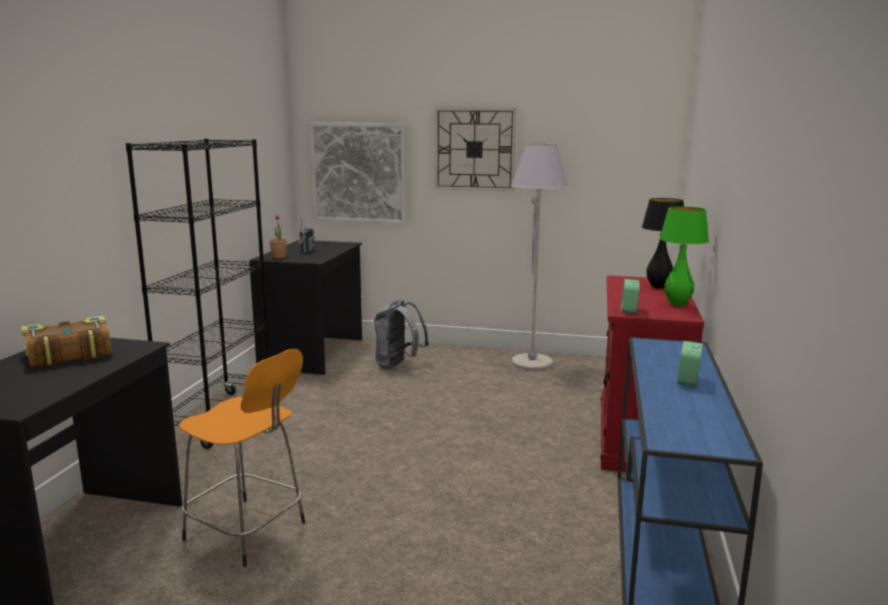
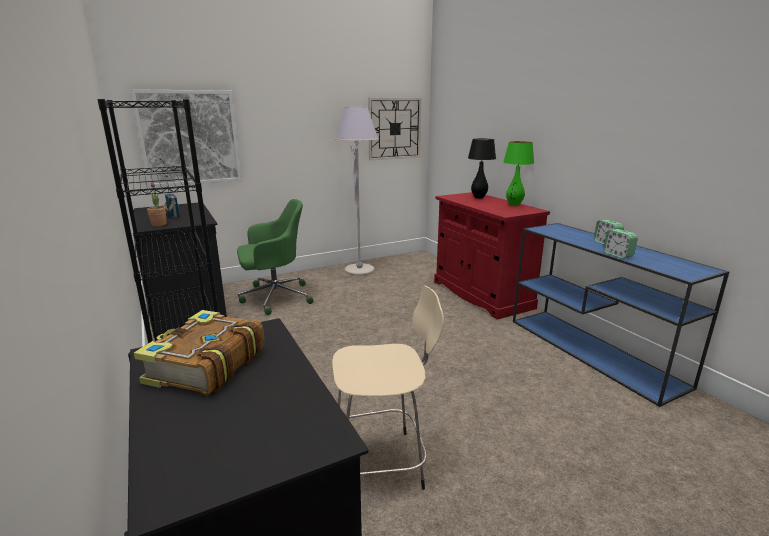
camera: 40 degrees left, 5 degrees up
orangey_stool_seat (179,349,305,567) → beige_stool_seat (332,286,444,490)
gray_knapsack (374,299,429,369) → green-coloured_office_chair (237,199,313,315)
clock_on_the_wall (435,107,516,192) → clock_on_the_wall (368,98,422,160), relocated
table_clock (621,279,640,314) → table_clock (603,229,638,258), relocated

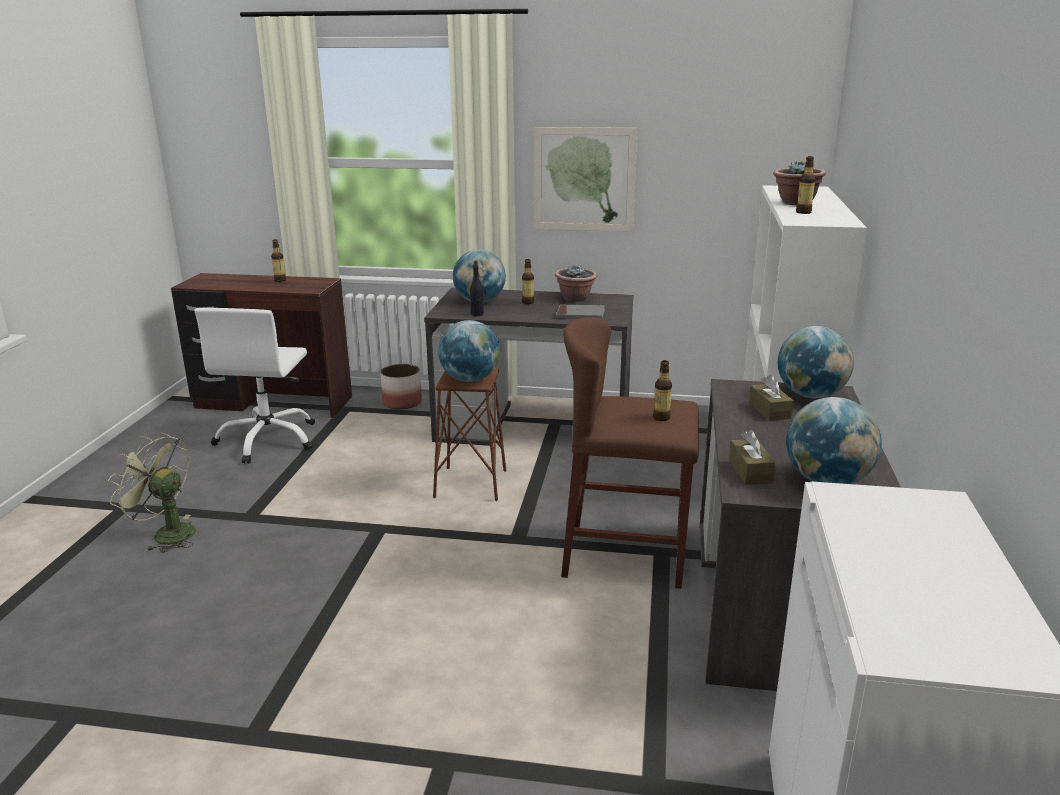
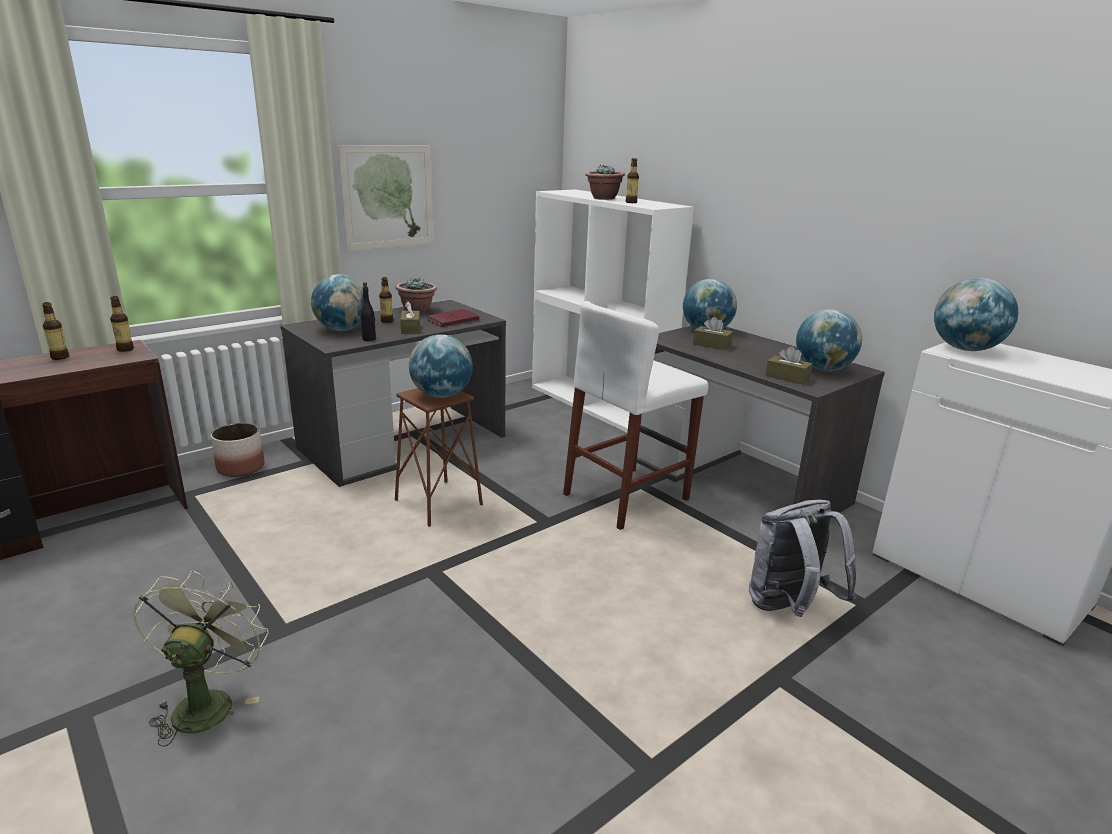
camera: 50 degrees left, 0 degrees up
green-coloured_electric_fan (108,433,196,553) → green-coloured_electric_fan (133,571,269,747), 120 degrees clockwise
white-coloured_office_chair (195,308,315,464) → -
gray_volume (556,304,605,319) → red_volume (427,309,479,327)
brown-coloured_stool_seat (561,317,699,589) → white-coloured_stool_seat (563,301,708,530)
beverage_bottle (653,360,672,421) → beverage_bottle (110,296,134,352), relocated
- → brown-coloured_tissue_box (400,301,420,334)
- → gray_knapsack (749,499,856,617)
- → world_globe (934,278,1018,351)

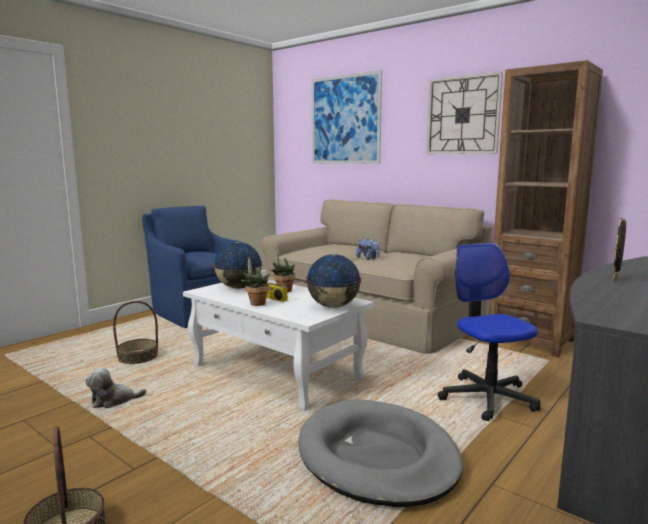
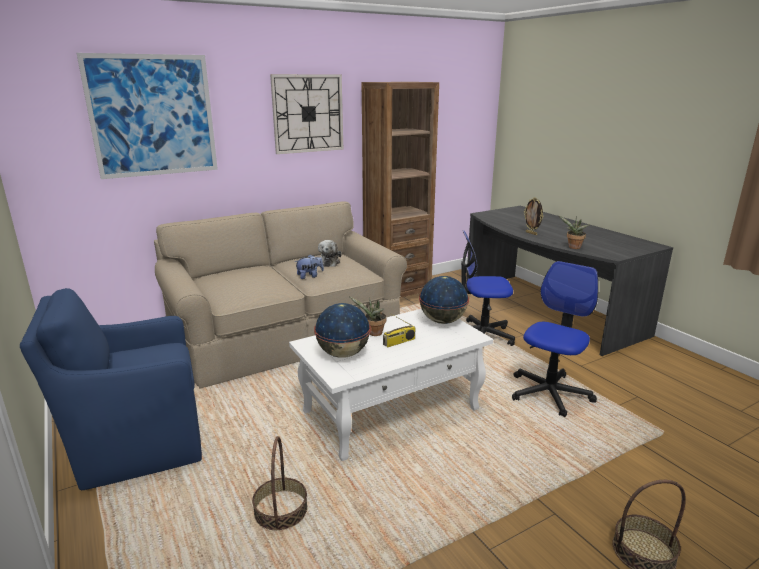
camera: 70 degrees left, 10 degrees up
plush_toy (86,368,146,408) → plush_toy (318,240,342,267), relocated
potted_plant (240,258,269,306) → potted_plant (559,216,590,249), relocated
gray_dog_bed (298,399,463,507) → office_chair (512,261,598,417)

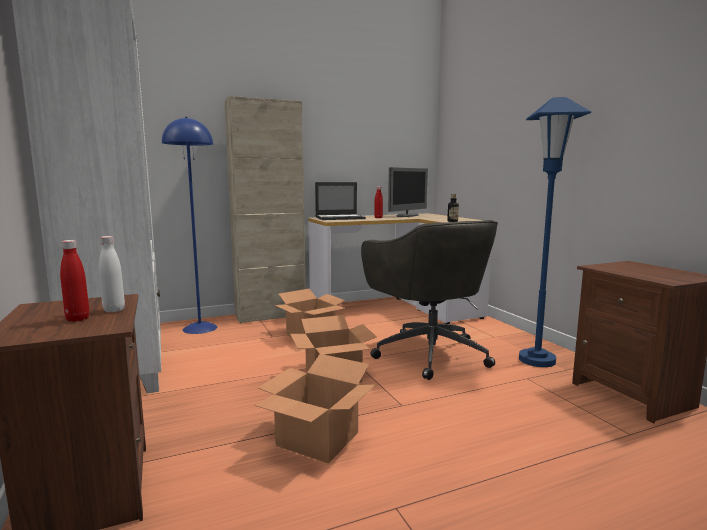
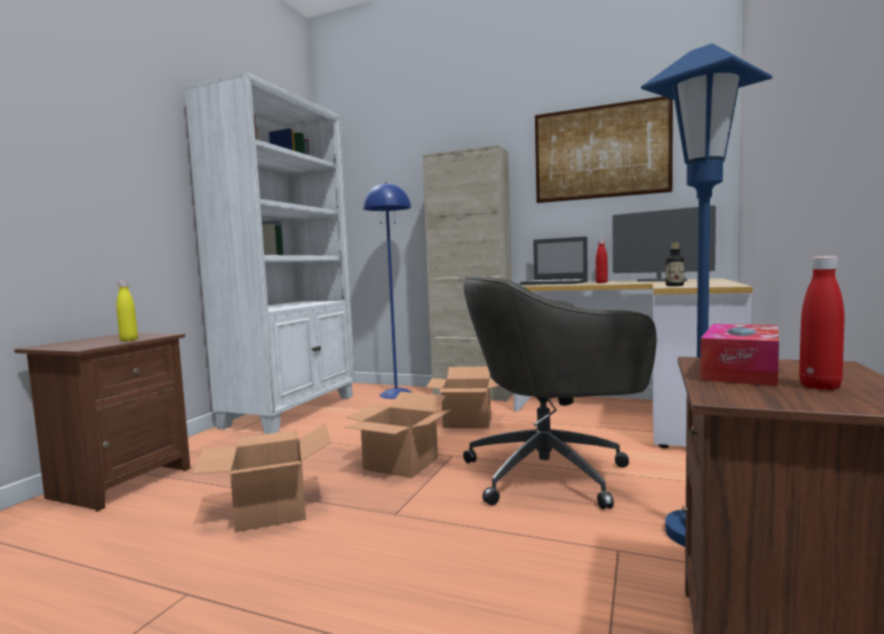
camera: 45 degrees right, 5 degrees down
red_beverage_bottle (60,240,90,322) → red_beverage_bottle (799,256,844,390), relocated
white-coloured_beverage_bottle (99,236,125,313) → yellow_beverage_bottle (116,281,138,341)
gray_office_chair (361,220,498,380) → gray_office_chair (463,277,657,509), 60 degrees clockwise
computer_display (388,167,428,217) → computer_display (613,205,716,282), 135 degrees counterclockwise
- → wall_art (535,96,673,203)
- → tissue_box (700,324,779,386)

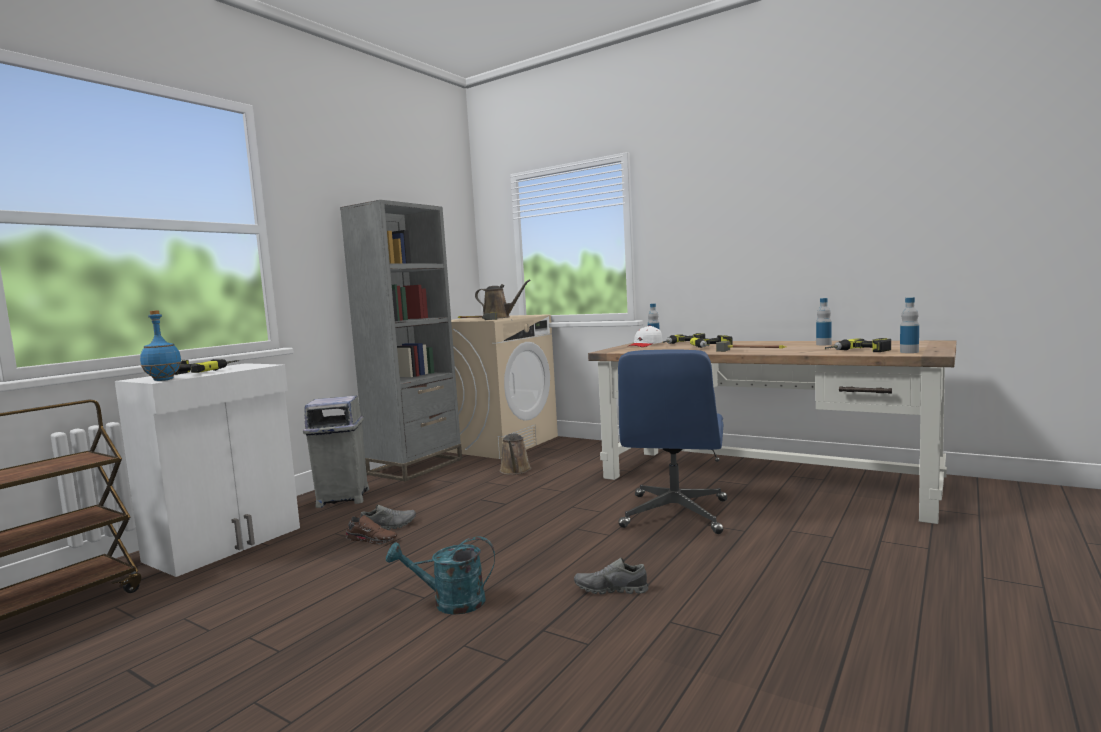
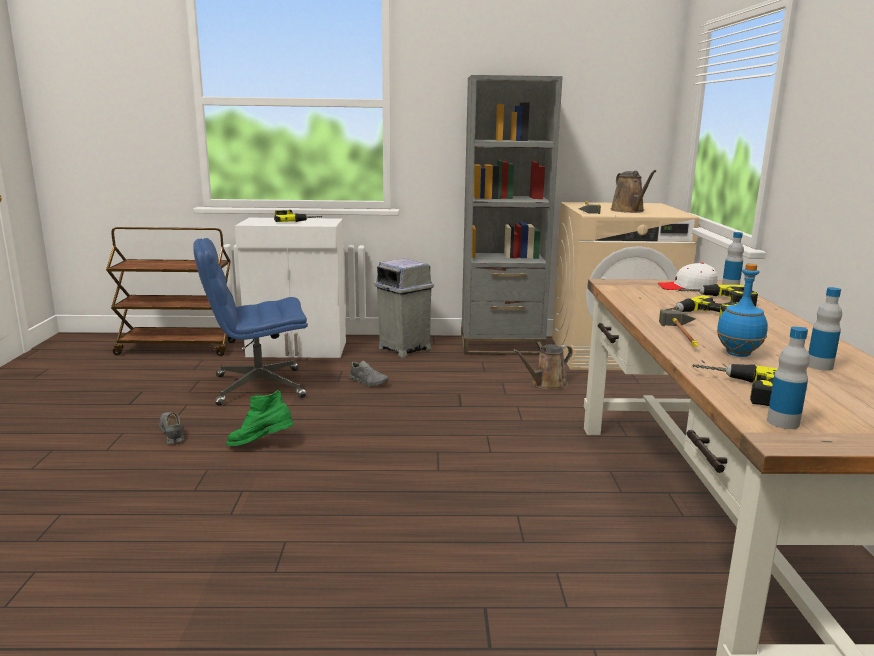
camera: 55 degrees right, 10 degrees up
blue_beverage_bottle (140,310,182,381) → blue_beverage_bottle (717,264,768,357), relocated
brown-coloured_low_shoe (345,515,397,544) → -
turquoise-coloured_watering_pot (386,536,495,615) → green-coloured_high-top_boot (227,390,294,446)
gray_low_shoe (574,558,649,594) → gray_low_shoe (159,412,184,444), relocated
blue_office_chair (618,349,727,534) → blue_office_chair (193,238,308,406), relocated

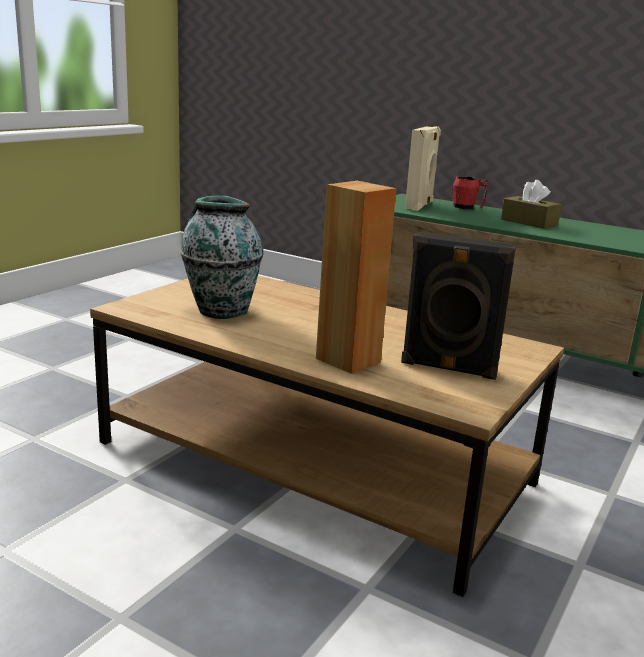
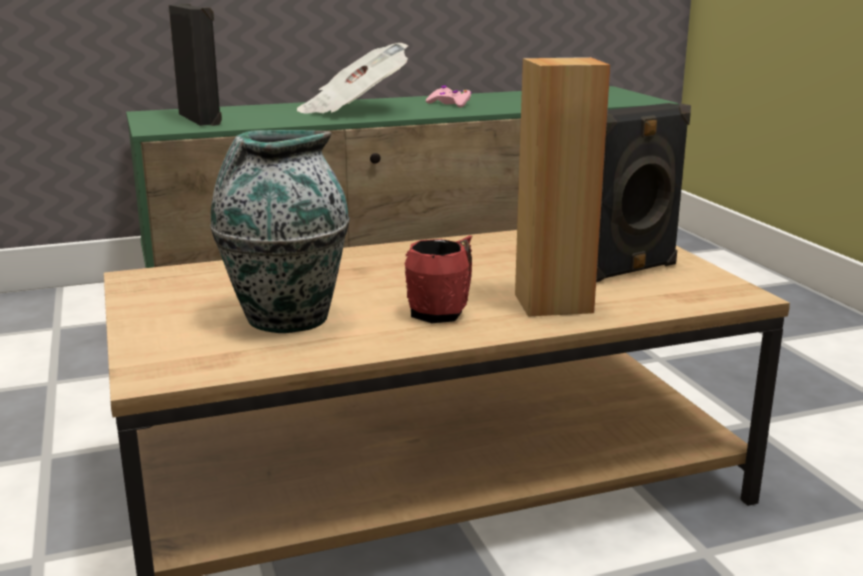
camera: 50 degrees left, 0 degrees up
beige_speaker (405,126,441,211) → blackish_speaker (169,4,222,126)
red_tea_mug (452,176,488,209) → red_tea_mug (404,236,472,323), relocated
brown-coloured_tissue_box (501,180,561,229) → newspaper (297,43,408,113)
- → pink-coloured_game_controller (426,86,472,108)

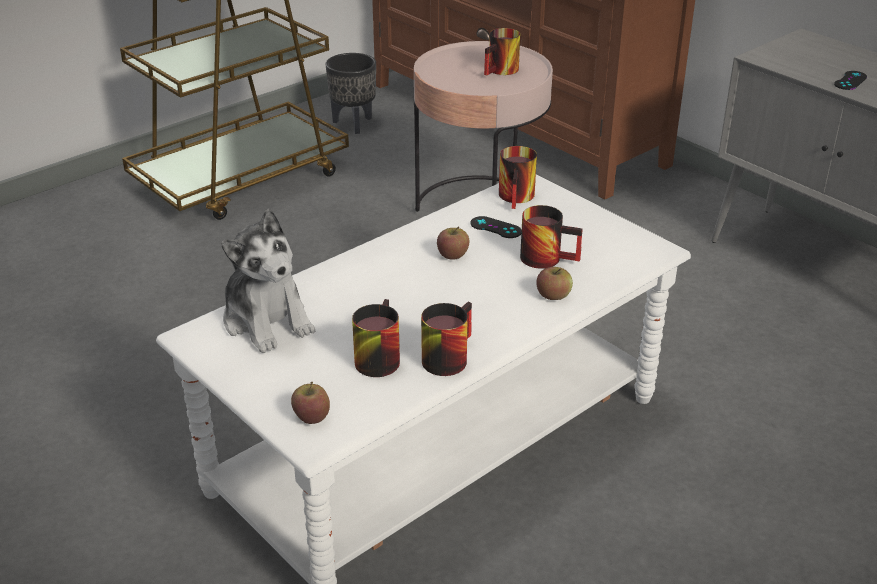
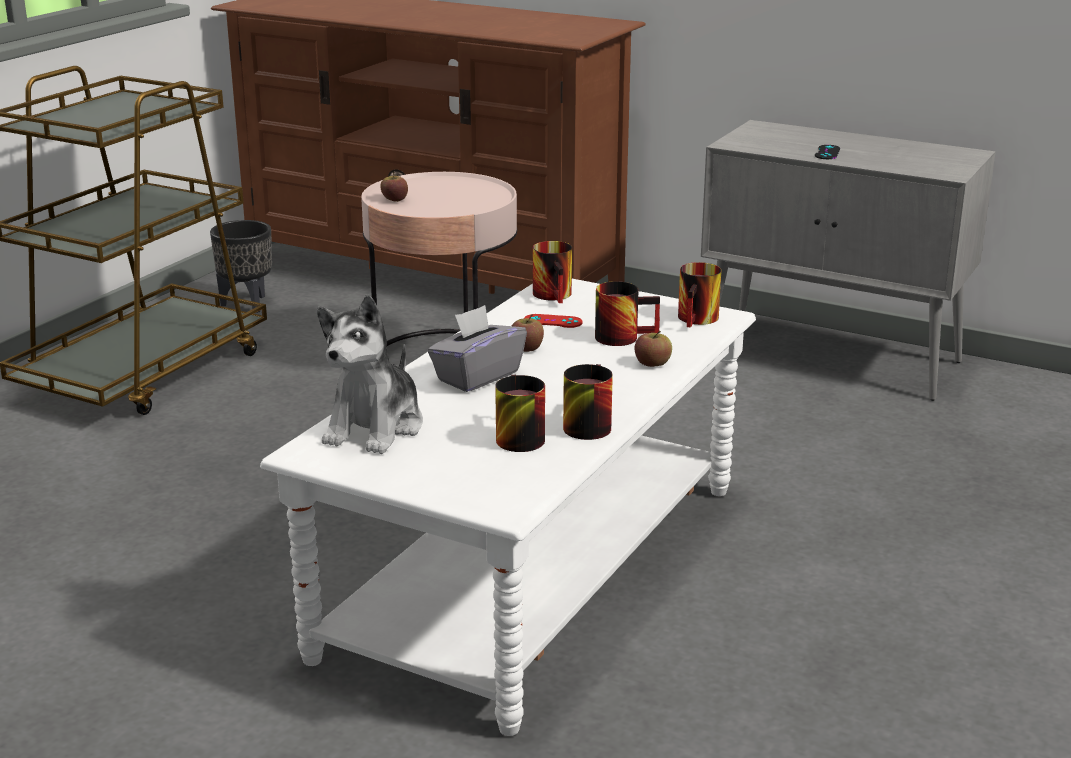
camera: 20 degrees left, 10 degrees down
plush_toy (221,209,315,353) → plush_toy (317,294,423,454), 75 degrees clockwise
whole_apple (291,382,330,424) → whole_apple (380,172,408,202), relocated
blackish_game_controller (471,216,522,238) → red_game_controller (524,314,583,328)
tea_mug (484,28,520,76) → tea_mug (678,262,721,328), relocated
- → gray_tissue_box (427,305,527,392)

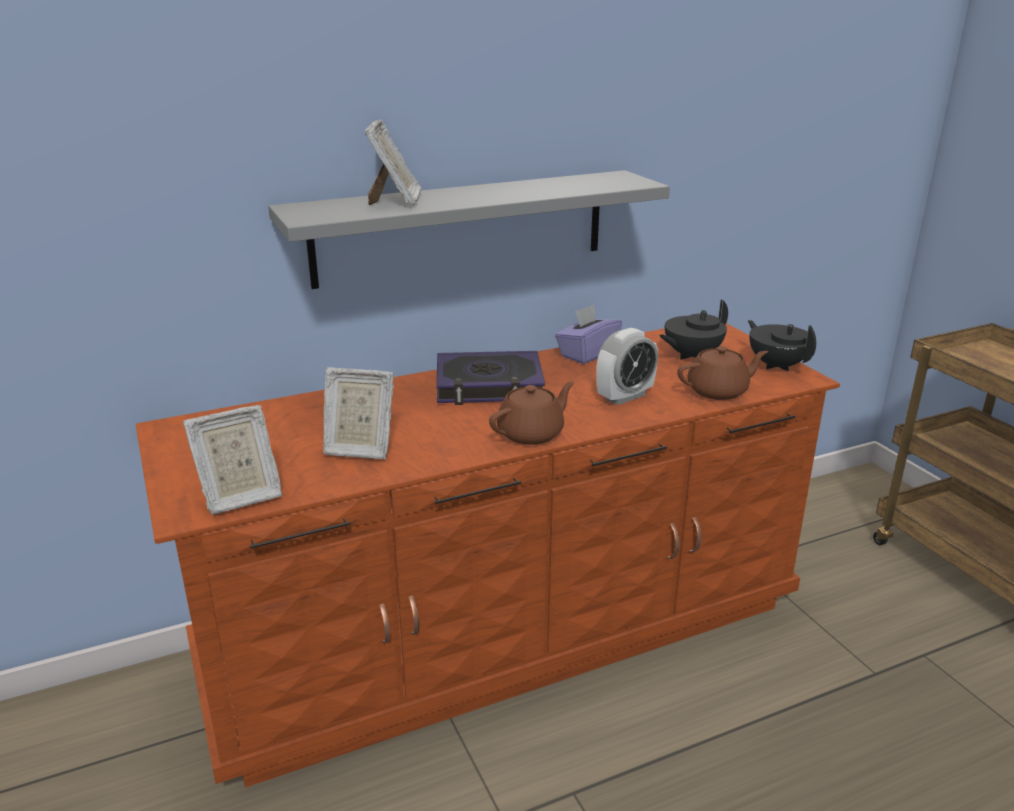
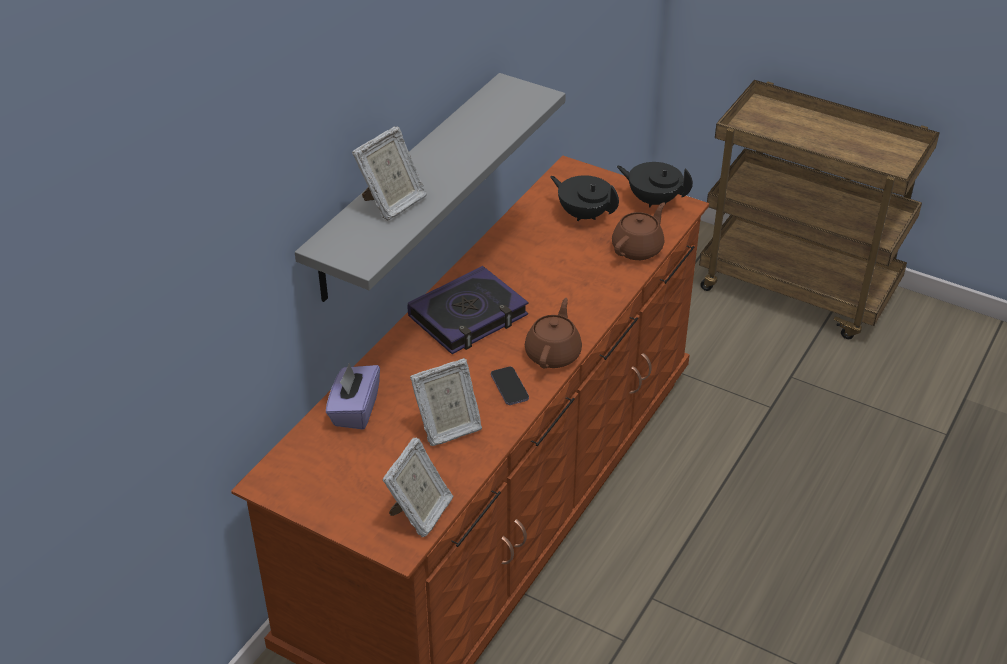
camera: 35 degrees left, 15 degrees up
standing_frame (365,119,422,207) → standing_frame (352,126,427,221), 75 degrees clockwise
purple-coloured_tissue_box (555,305,622,364) → purple-coloured_tissue_box (326,363,380,430), relocated
table_clock (596,328,658,405) → -
blackish_tea_pot (659,299,728,360) → blackish_tea_pot (550,175,619,221), 105 degrees clockwise
- → phone (491,367,529,405)

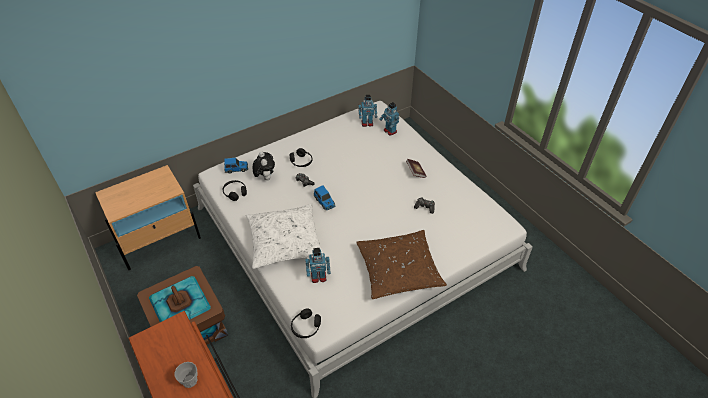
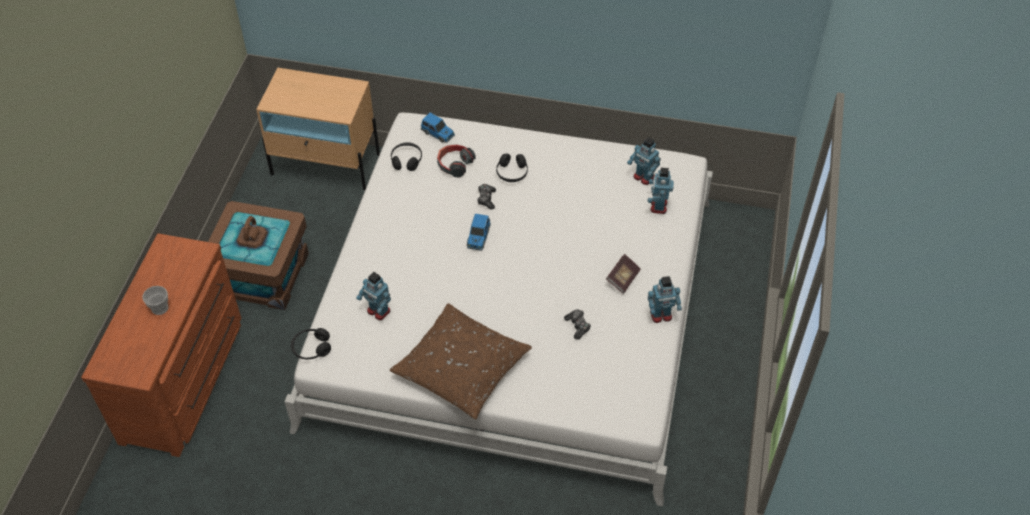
camera: 45 degrees right, 5 degrees up
white-coloured_pillow (246,203,323,269) → -
plush_toy (253,152,275,180) → headset (437,144,476,177)
- → robot_figure (648,276,682,323)

